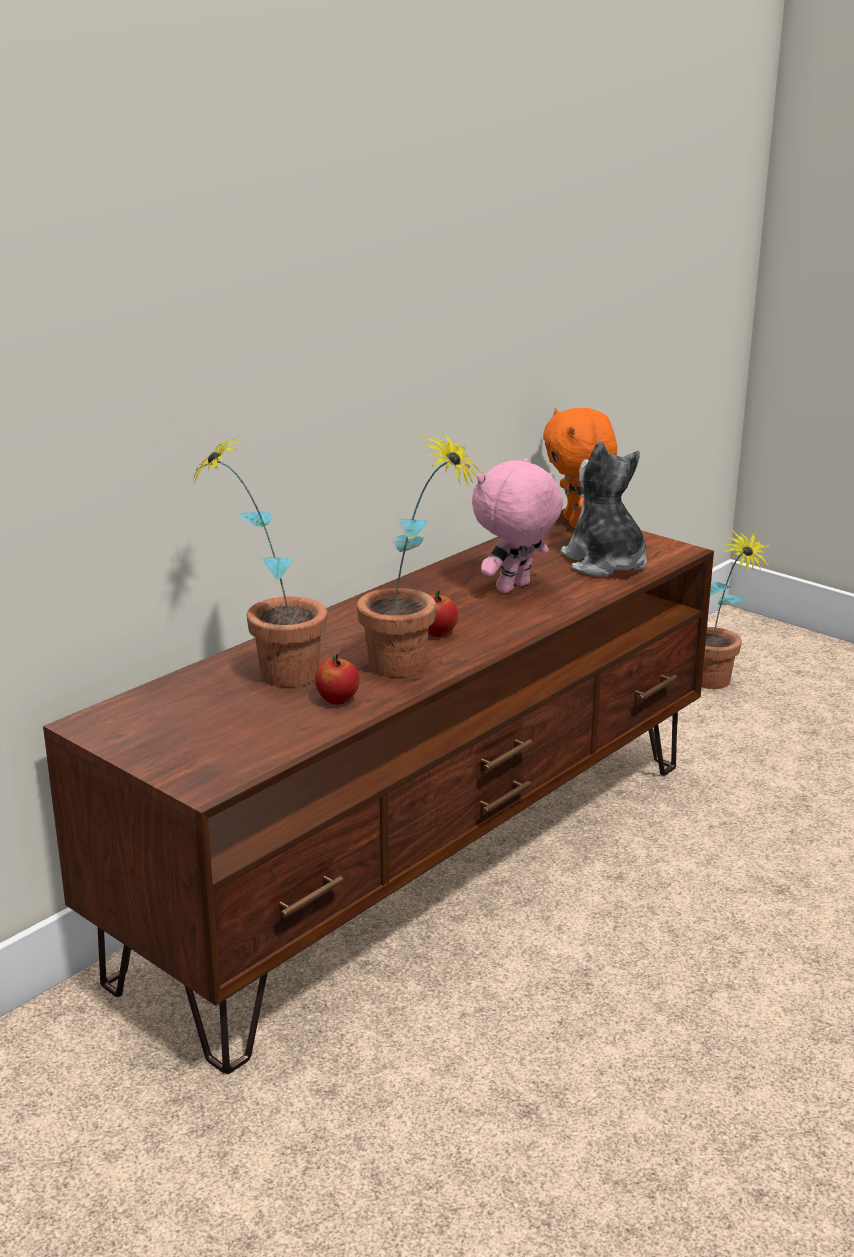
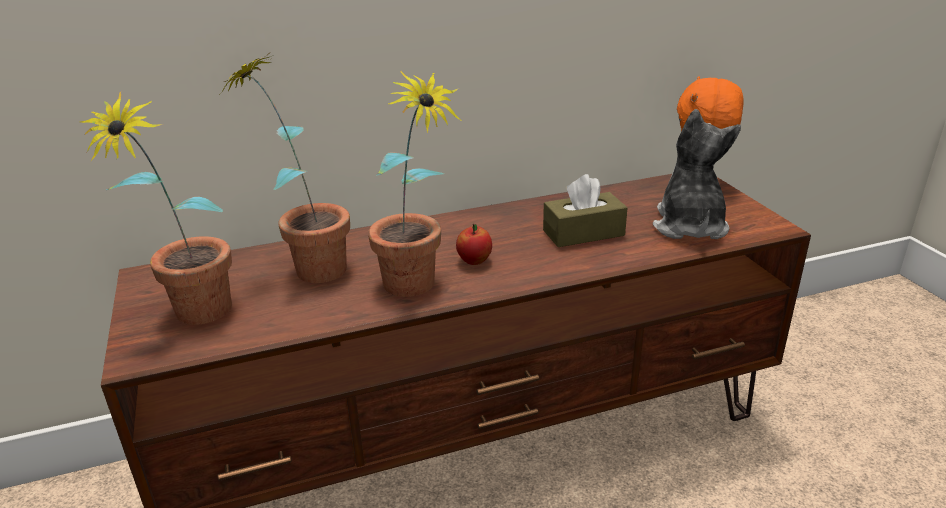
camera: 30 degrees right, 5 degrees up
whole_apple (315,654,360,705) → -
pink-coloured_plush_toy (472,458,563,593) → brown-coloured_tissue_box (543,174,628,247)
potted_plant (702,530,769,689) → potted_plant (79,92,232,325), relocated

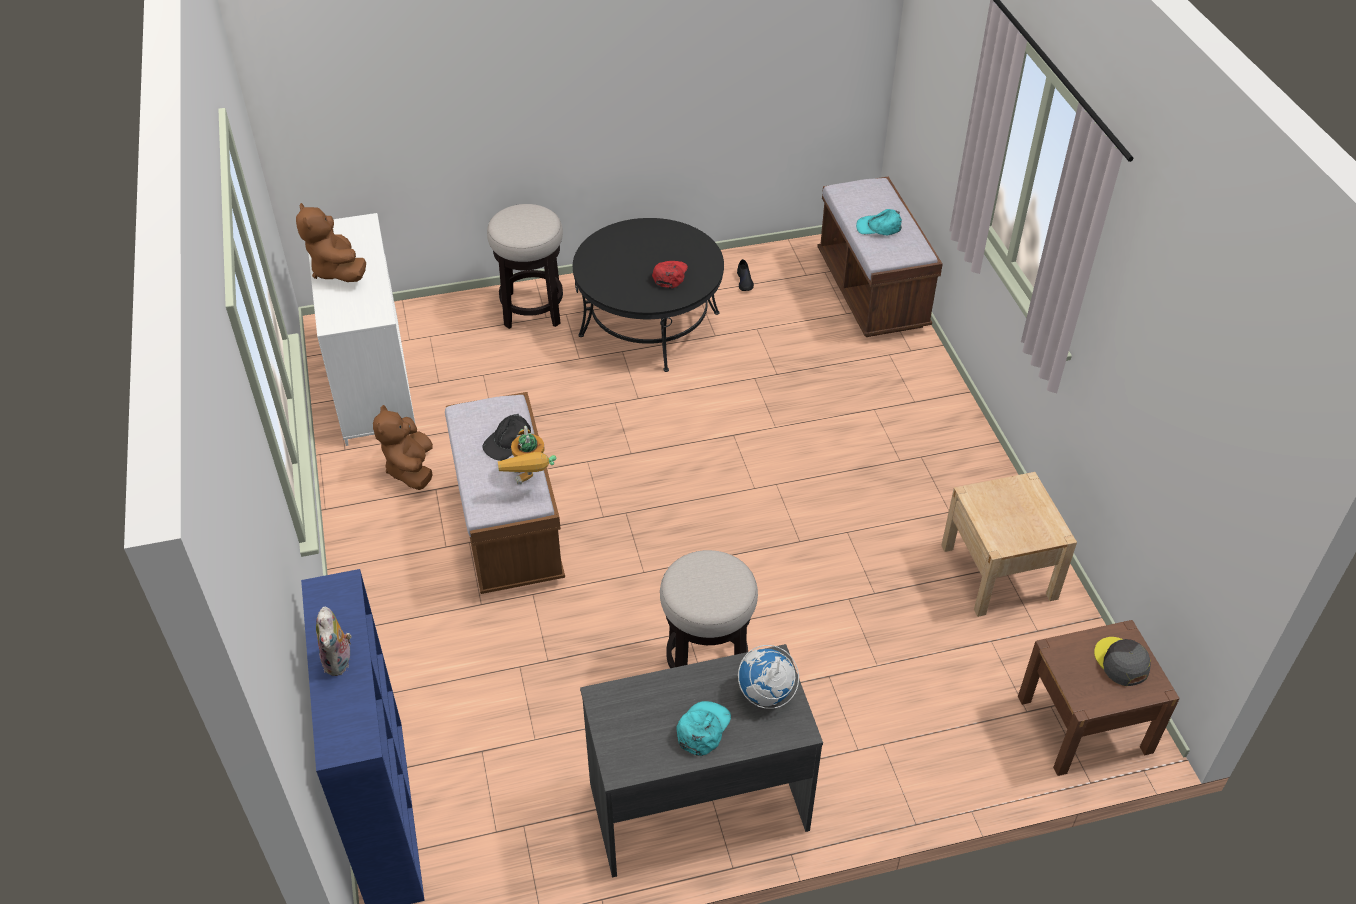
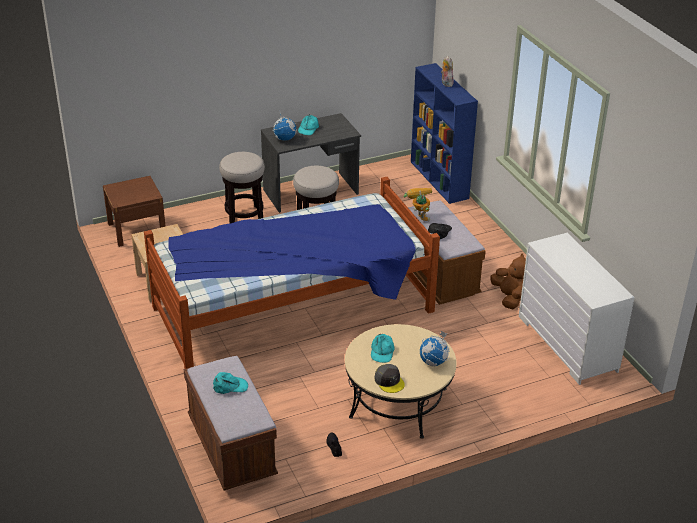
camera: 170 degrees right, 10 degrees down
brown-coloured_plush_toy (296,203,366,282) → -
stool_seat (487,204,563,329) → stool_seat (219,152,265,224), relocated
blackish_coffee_table (573,218,724,372) → beige_coffee_table (345,324,457,439)
red_baseball_cap (652,261,688,289) → turquoise-coloured_baseball_cap (371,333,394,363)
gray_baseball_cap (1094,637,1151,686) → gray_baseball_cap (374,364,405,393), relocated
- → bed (144,177,440,369)
- → world_globe (420,331,450,367)

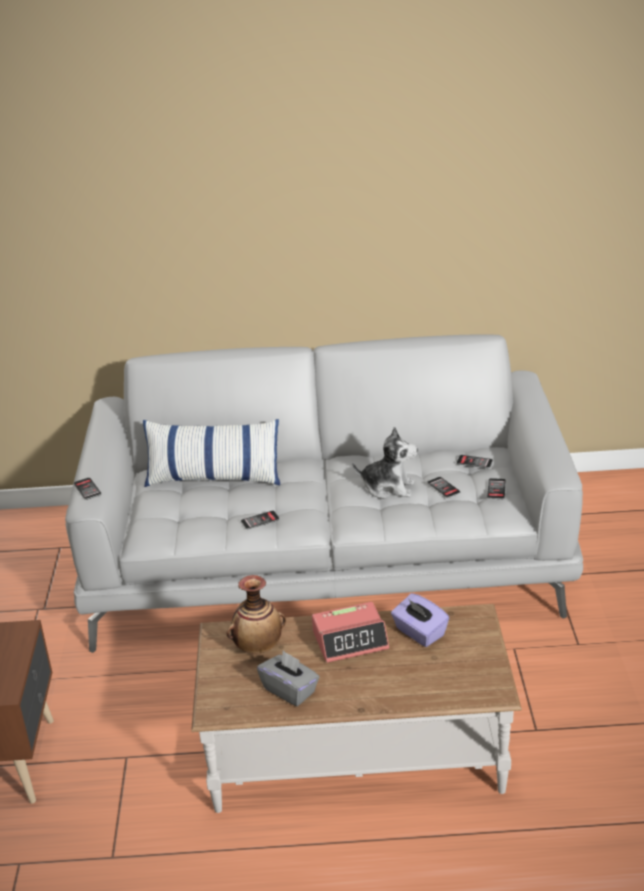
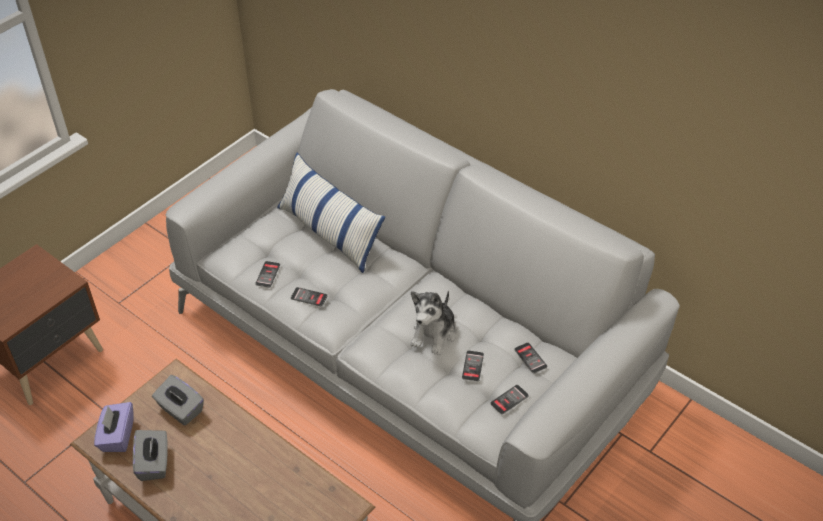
camera: 40 degrees right, 15 degrees up
phone (74,478,102,500) → phone (255,261,280,288), relocated
vase (227,575,286,654) → gray_tissue_box (152,375,204,426)
table_clock (312,602,389,663) → -
plush_toy (352,427,418,499) → plush_toy (411,290,457,355), 60 degrees clockwise
purple-coloured_tissue_box (391,593,449,647) → purple-coloured_tissue_box (94,402,133,452), relocated

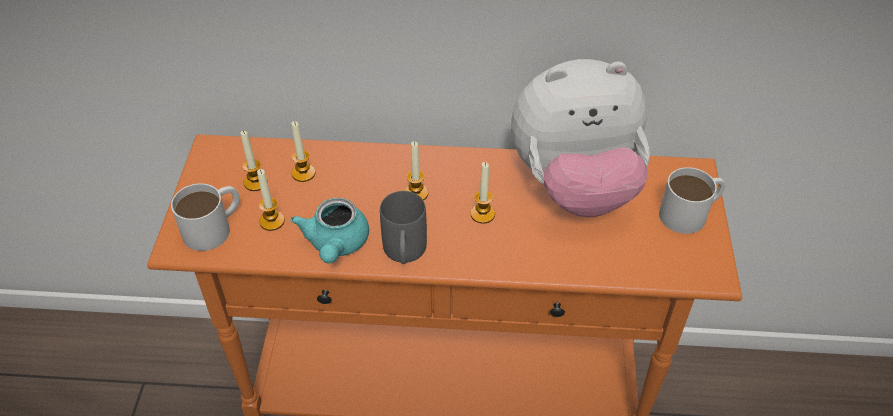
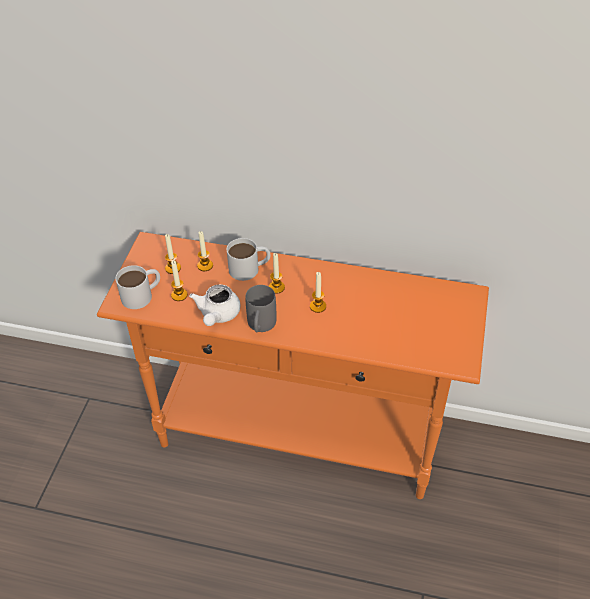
camera: 10 degrees right, 0 degrees up
turquoise-coloured_tea_pot (290,198,369,264) → white-coloured_tea_pot (189,284,241,326)
plush_toy (511,59,650,217) → -
white-coloured_tea_mug (659,167,726,234) → white-coloured_tea_mug (227,238,270,281), relocated

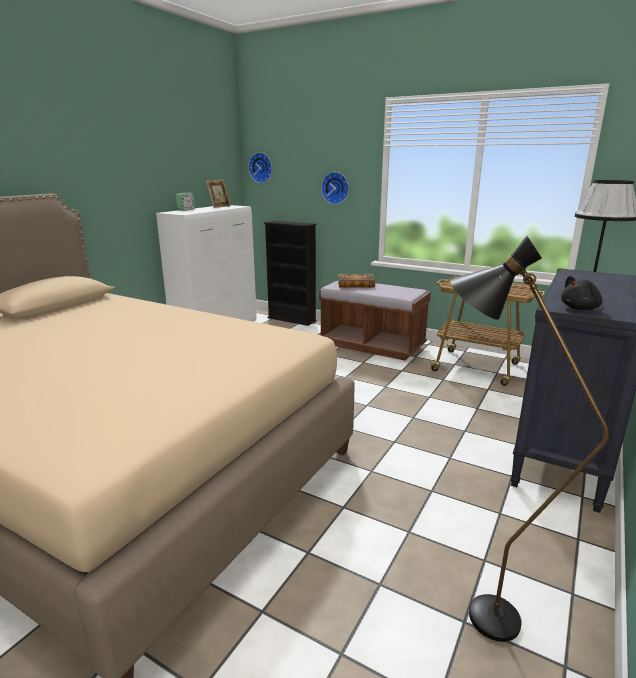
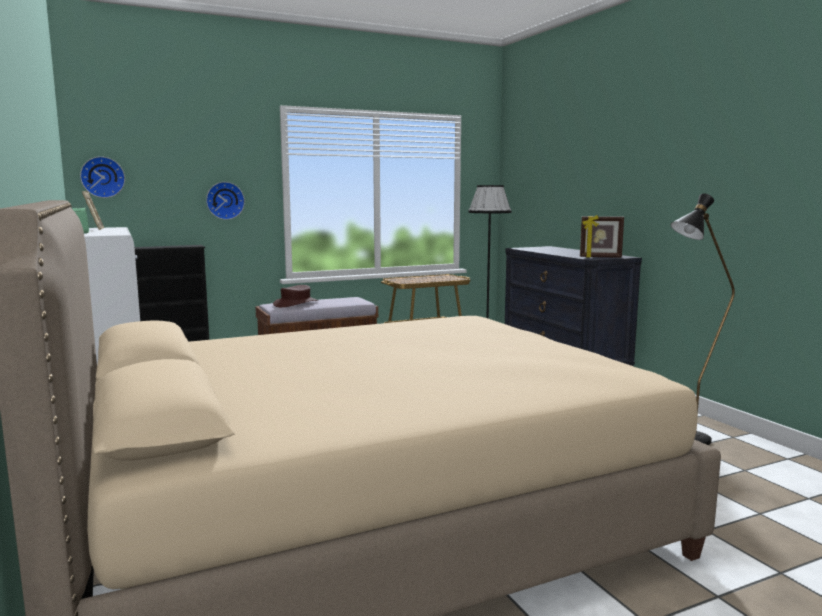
camera: 55 degrees left, 10 degrees down
volume (338,274,375,288) → brown-coloured_hat (273,285,318,307)
blackish_plush_toy (561,276,603,310) → standing_frame (580,215,624,258)

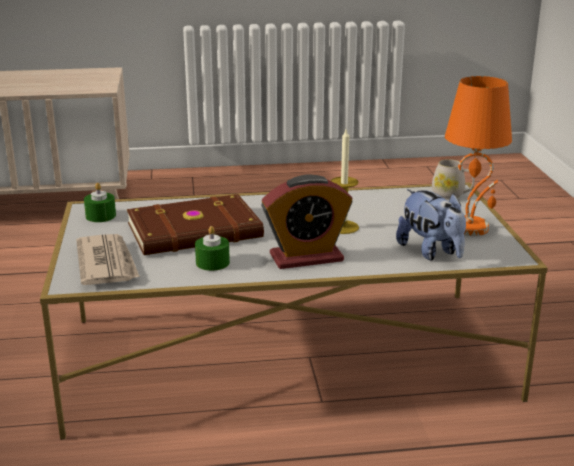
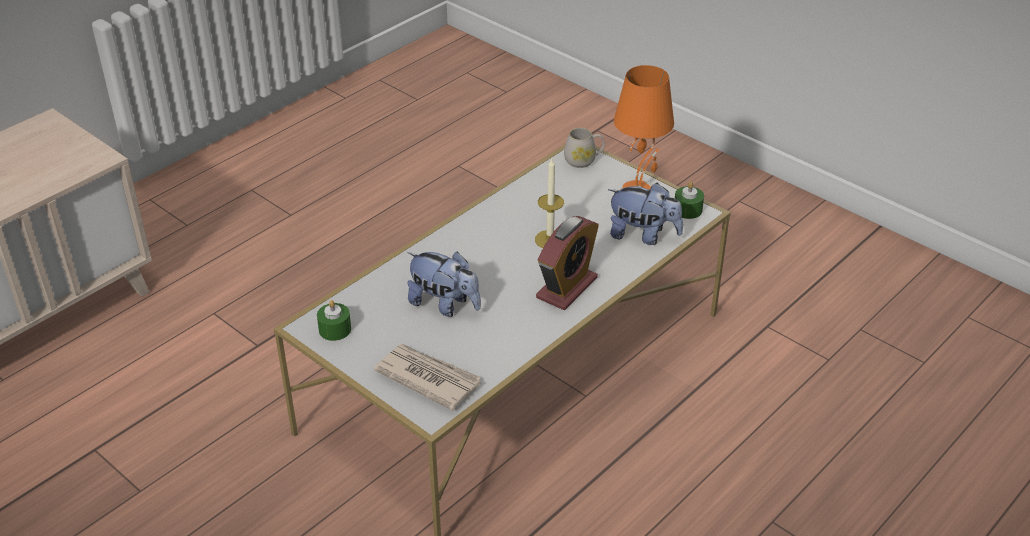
camera: 40 degrees left, 15 degrees up
brown-coloured_volume (127,194,264,255) → plush_toy (407,251,481,317)
green-coloured_wax_light (195,226,230,271) → green-coloured_wax_light (675,182,704,219), relocated

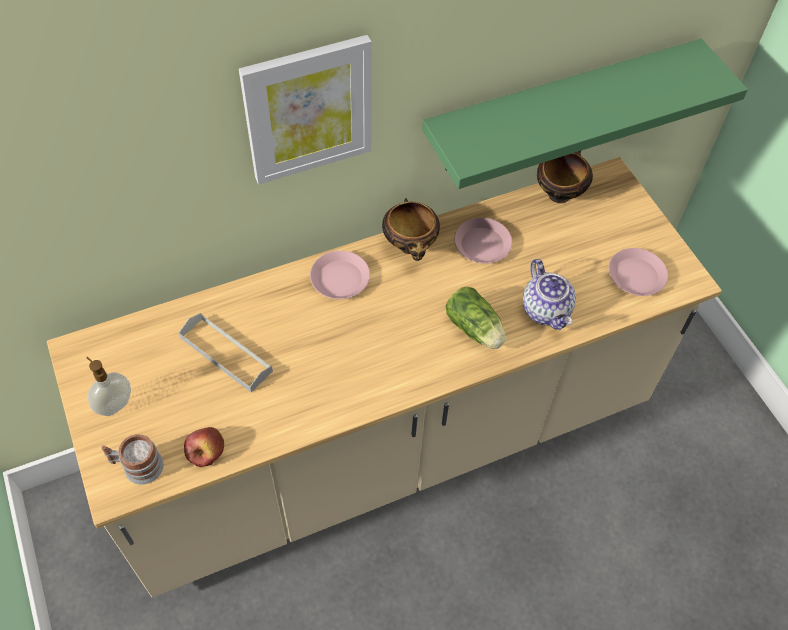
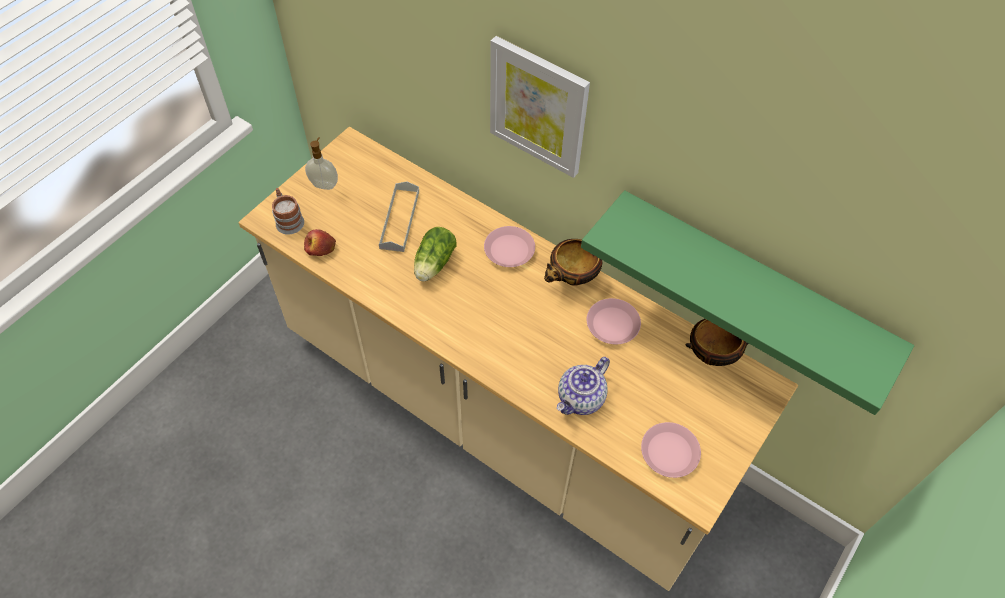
camera: 60 degrees right, 0 degrees up
lettuce (445,286,506,349) → lettuce (414,227,456,281), relocated

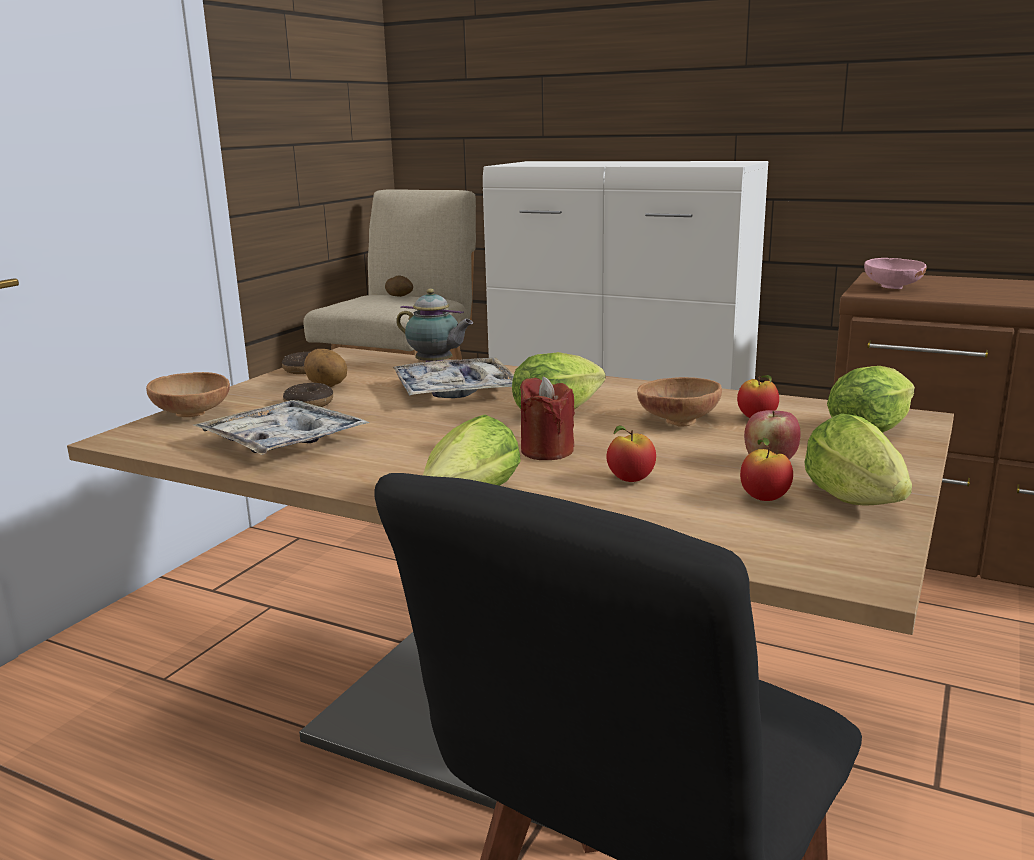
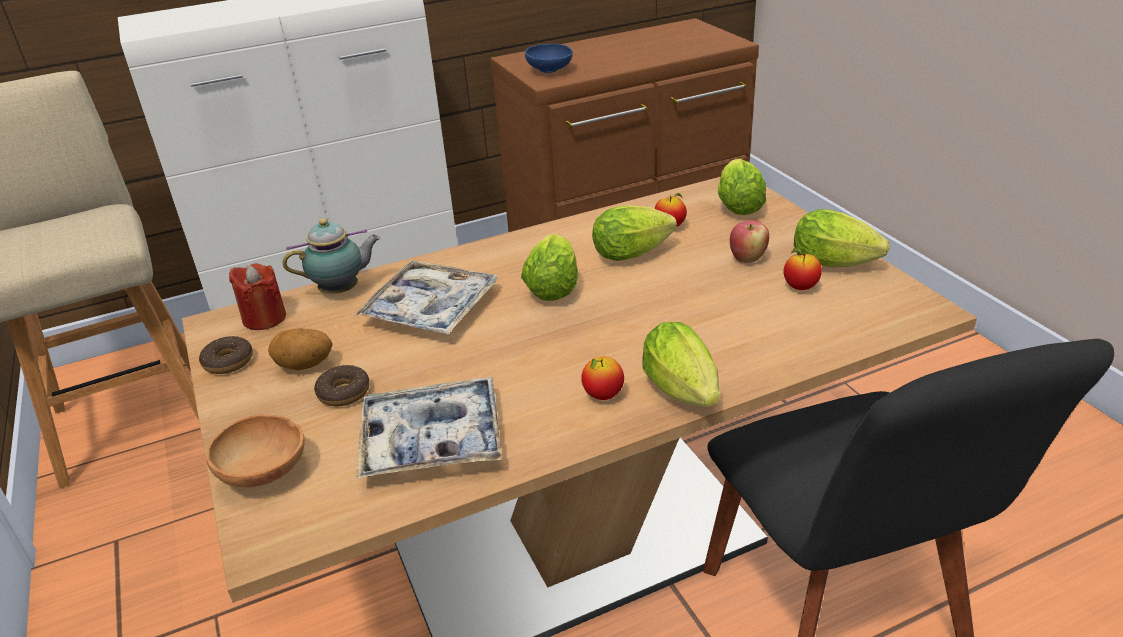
camera: 50 degrees left, 15 degrees up
spud (385,275,413,297) → -
red_wax_light (520,377,575,460) → red_wax_light (229,263,286,330), relocated
whole_apple (606,425,656,482) → whole_apple (581,356,624,400), relocated
brown-coloured_deep_dish (637,377,722,426) → lettuce (592,205,677,261)
pink-coloured_deep_dish (864,258,927,289) → blue_deep_dish (525,44,573,73)

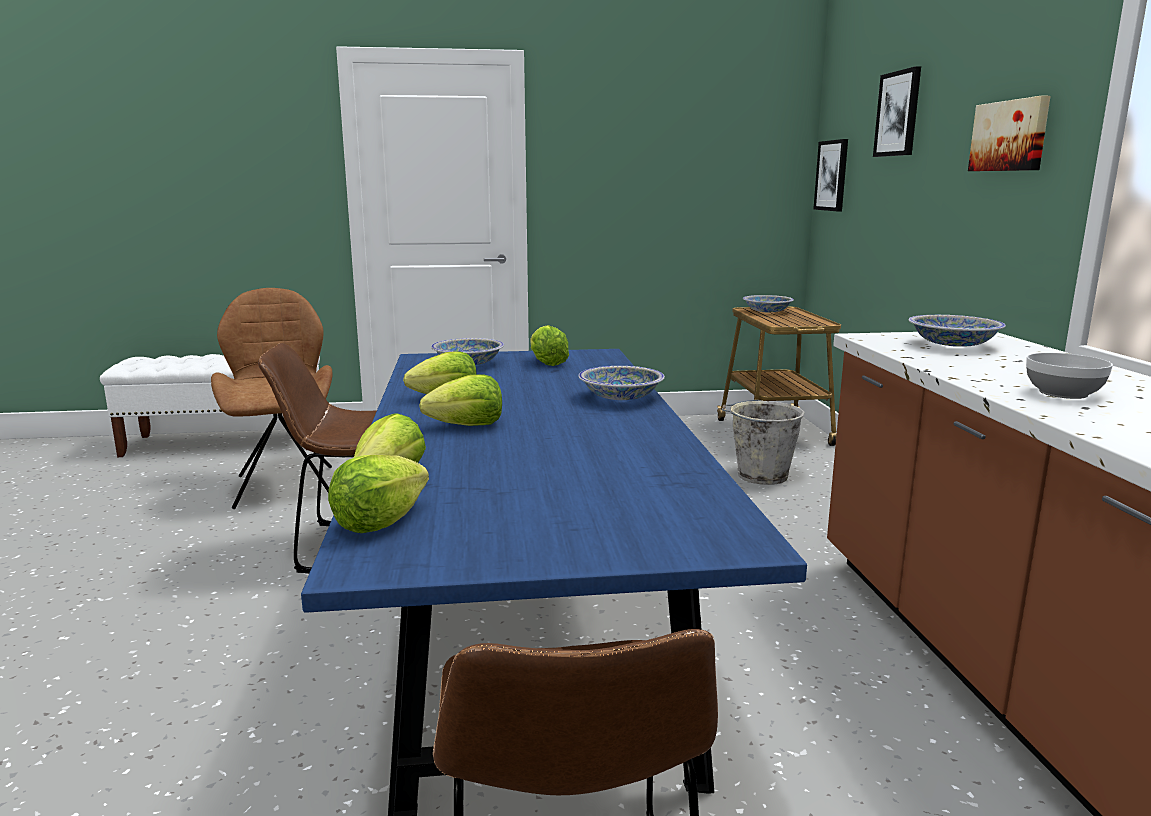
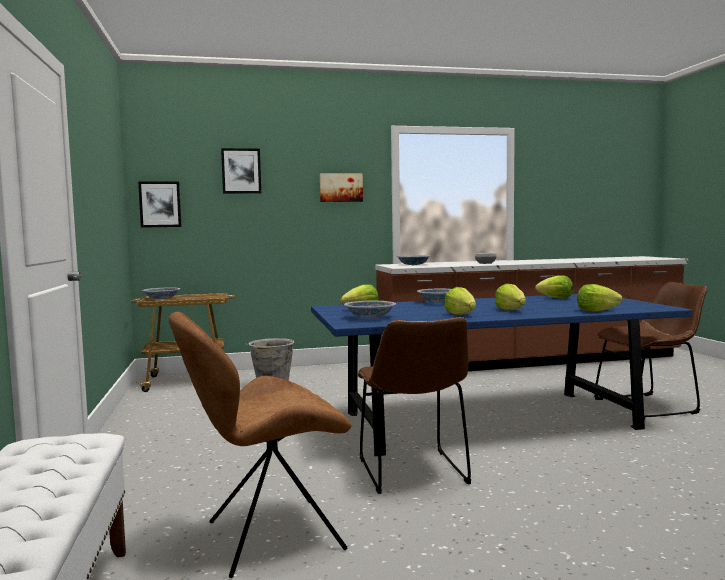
camera: 95 degrees left, 10 degrees down
lettuce (328,455,429,533) → lettuce (535,275,573,299), relocated

